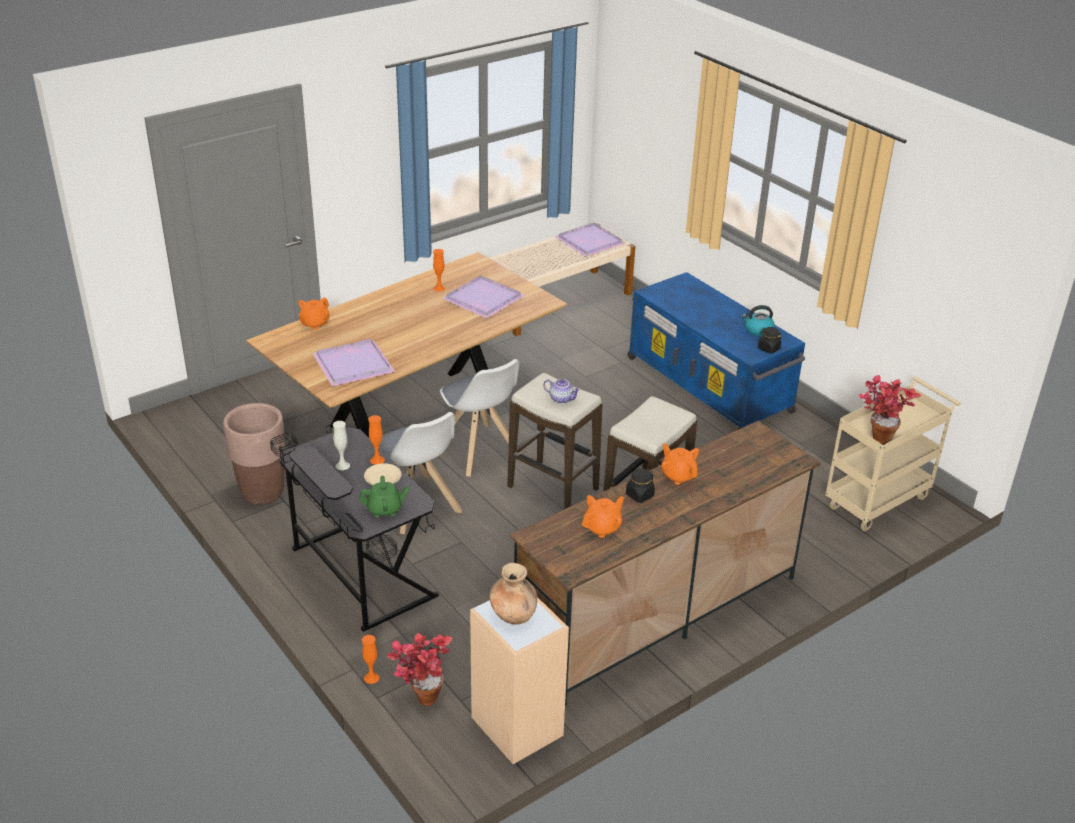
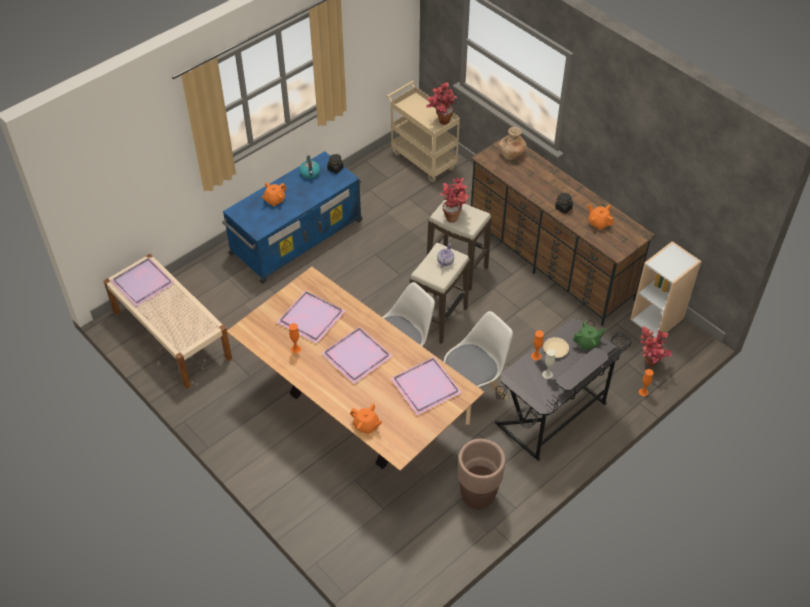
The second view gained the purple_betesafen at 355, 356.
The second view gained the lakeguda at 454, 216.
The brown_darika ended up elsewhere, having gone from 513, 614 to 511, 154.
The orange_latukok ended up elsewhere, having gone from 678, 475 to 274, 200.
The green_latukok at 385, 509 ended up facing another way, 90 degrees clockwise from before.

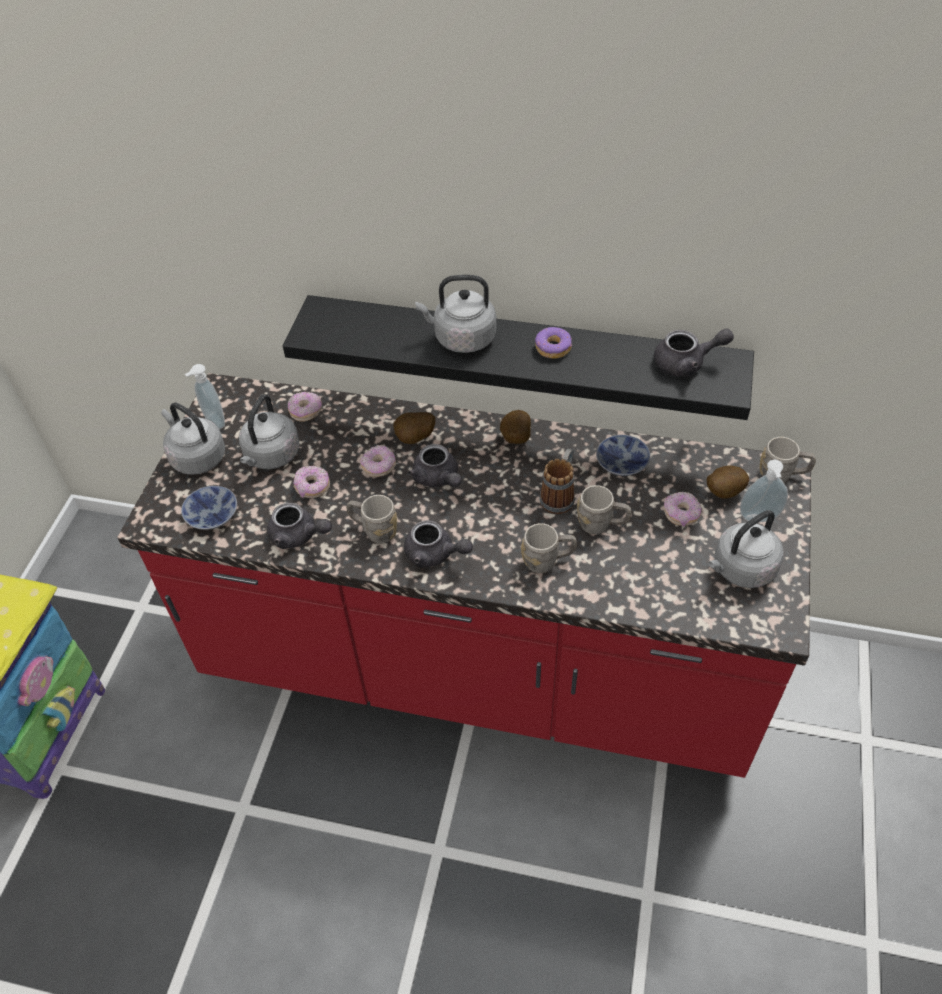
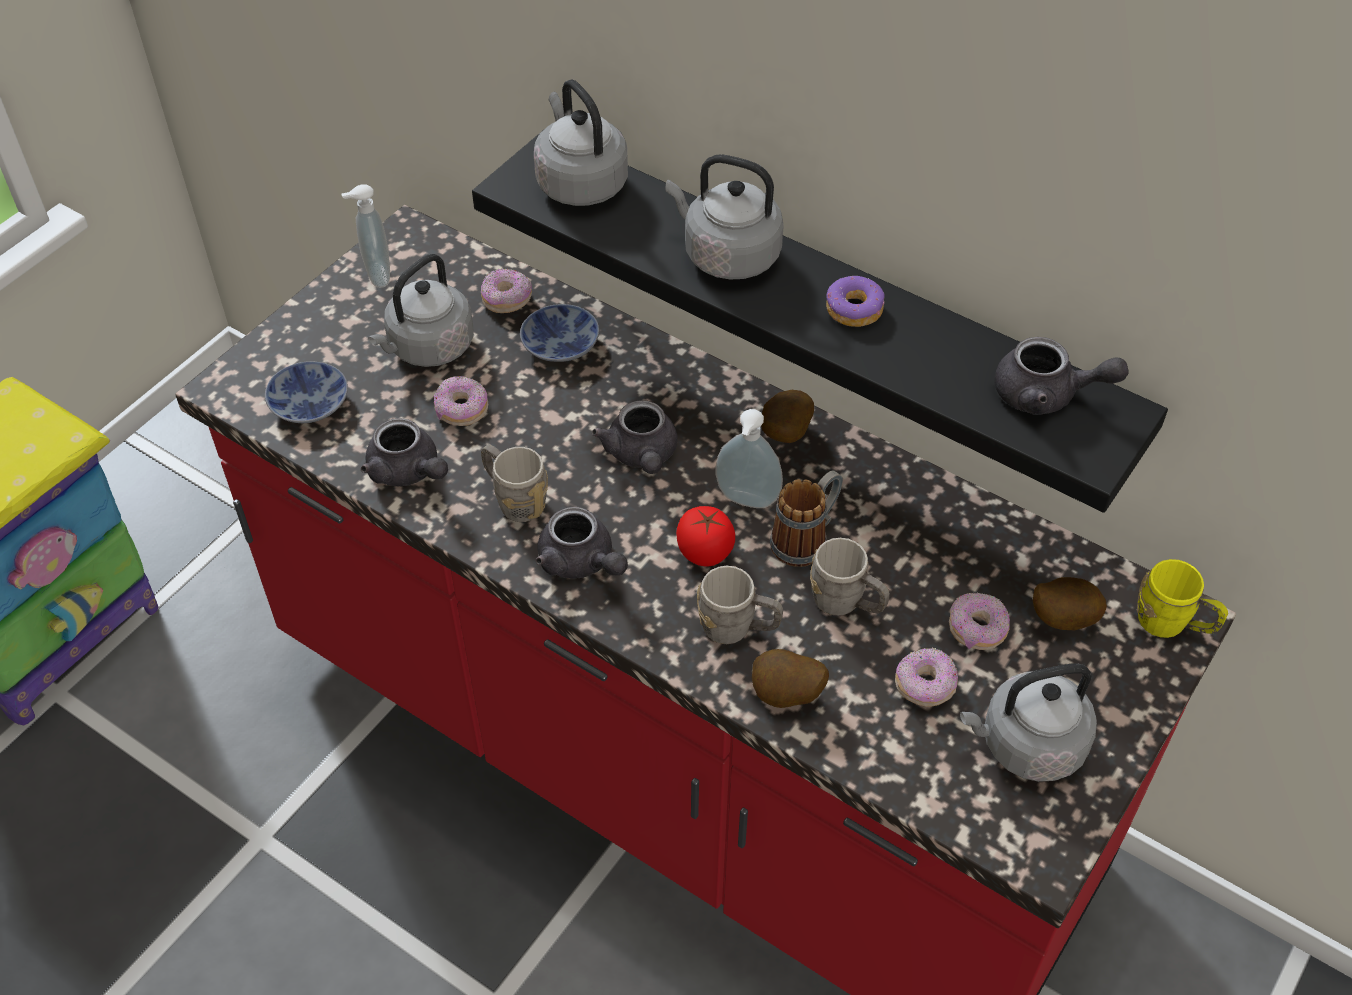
The second view gained the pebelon at 705, 551.
The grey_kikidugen ended up elsewhere, having gone from 196, 457 to 580, 182.
The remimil ended up elsewhere, having gone from 379, 467 to 925, 686.
The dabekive ended up elsewhere, having gone from 415, 439 to 786, 696.
The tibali ended up elsewhere, having gone from 623, 461 to 563, 344.
The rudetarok ended up elsewhere, having gone from 759, 519 to 746, 501.
What was the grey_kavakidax at 782, 475 turned into the yellow_kavakidax at 1172, 625.

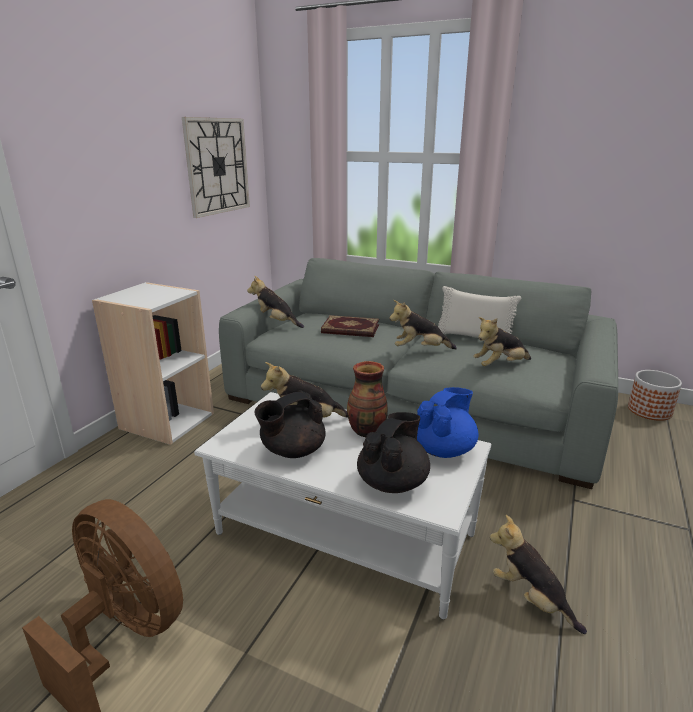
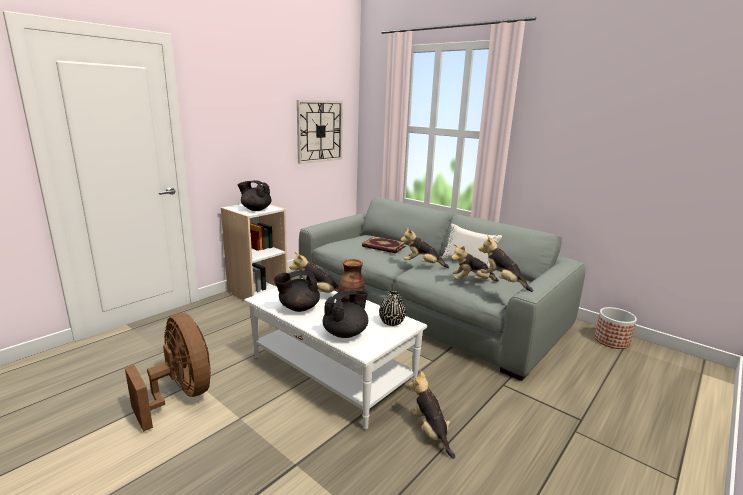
The second view gained the black_latukok at 256, 209.
The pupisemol ended up elsewhere, having gone from 276, 323 to 502, 282.
Where the blue_latukok stood at 443, 449, the black_darika came to stand at 391, 322.

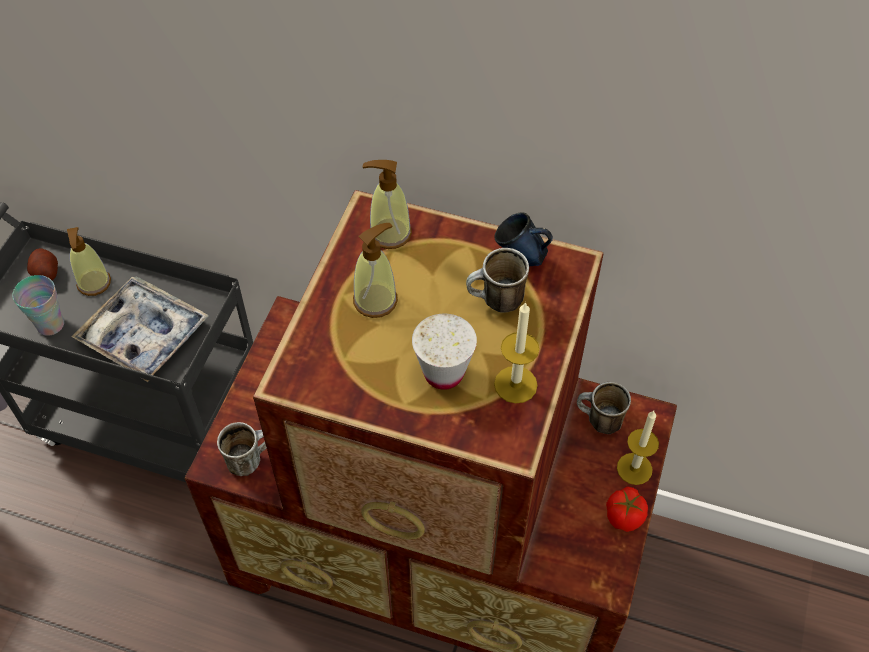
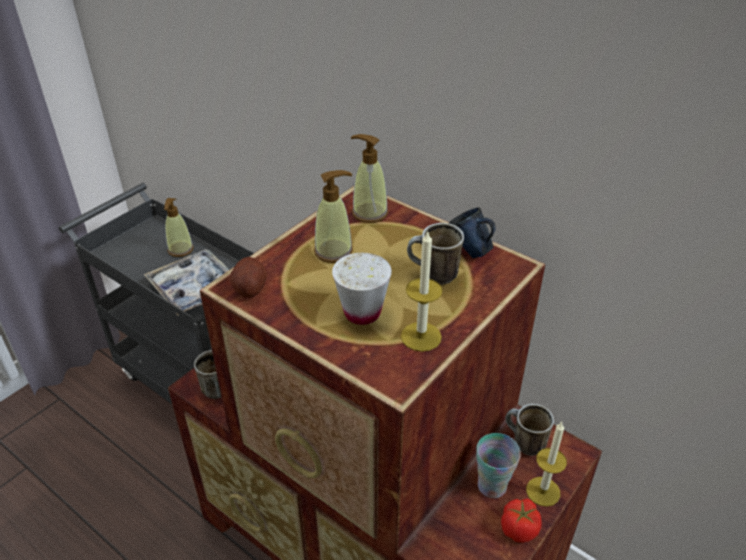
The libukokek ended up elsewhere, having gone from 50, 324 to 492, 486.
The dabekive ended up elsewhere, having gone from 46, 273 to 249, 288.

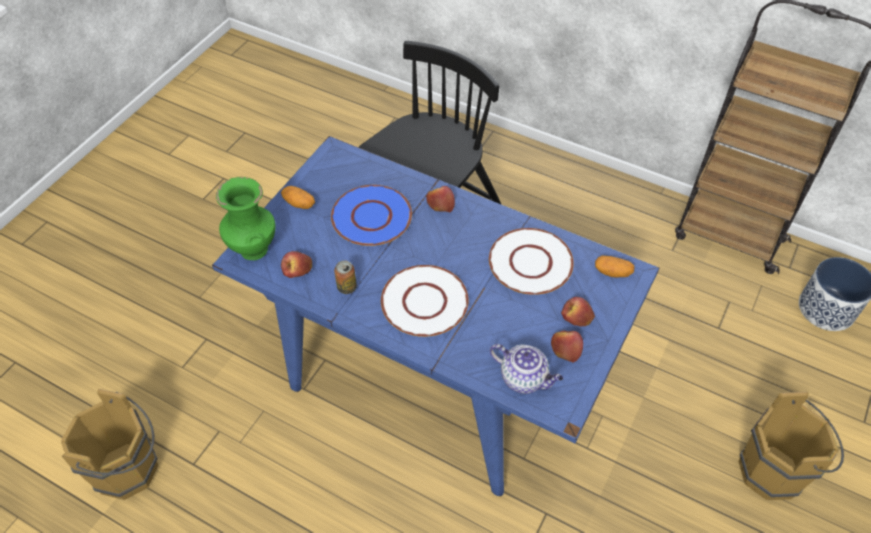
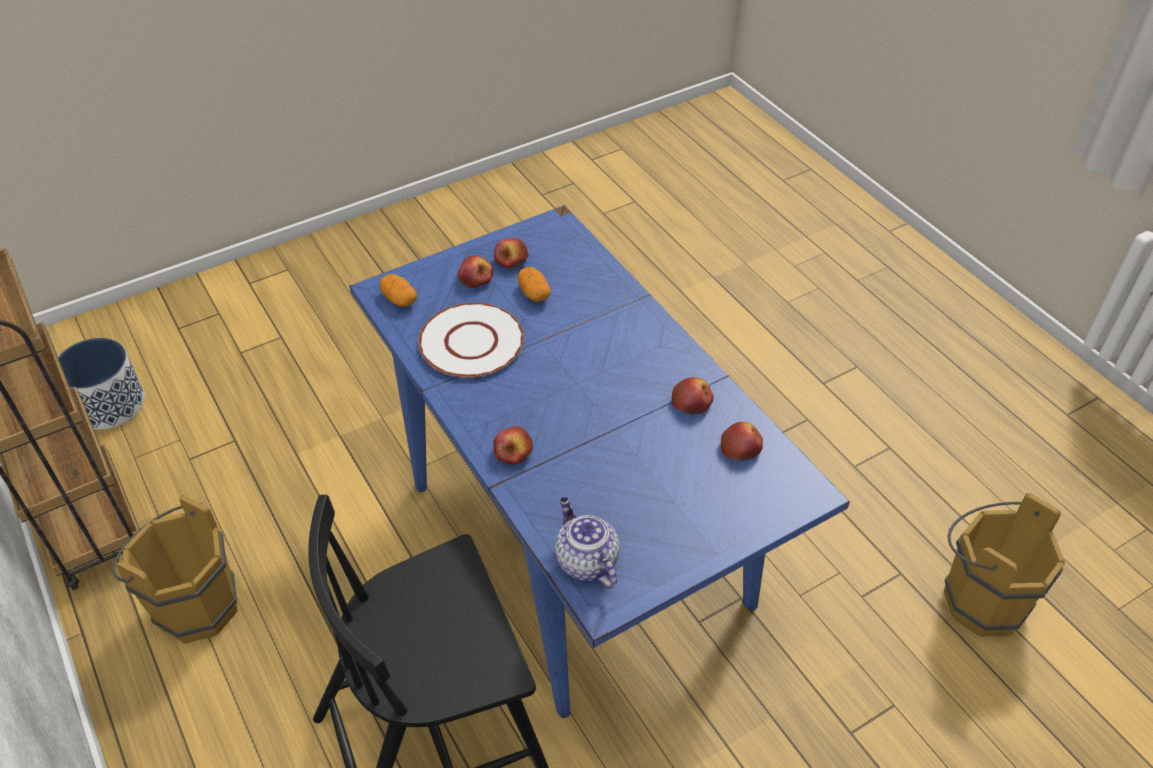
The second view lost the green_darika at 253, 249.
The second view lost the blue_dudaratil at 371, 216.
The second view lost the white_dudaratil at 425, 302.
The dabekive ended up elsewhere, having gone from 299, 203 to 534, 293.
The latukok ended up elsewhere, having gone from 524, 378 to 585, 561.
The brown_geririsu ended up elsewhere, having gone from 776, 471 to 193, 604.
Where the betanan stood at 347, 287, the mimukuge came to stand at 692, 402.

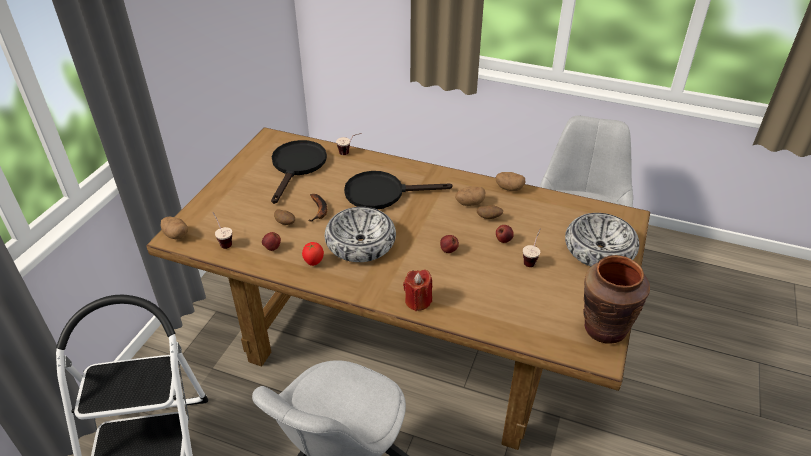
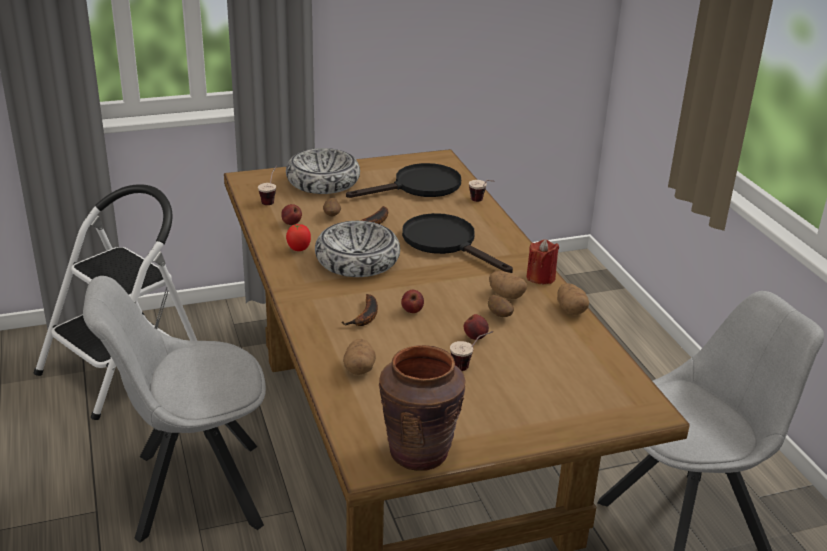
The second view gained the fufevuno at 365, 317.
The dabekive ended up elsewhere, having gone from 176, 235 to 359, 368.
The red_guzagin ended up elsewhere, having gone from 418, 301 to 540, 277.
The tibali ended up elsewhere, having gone from 599, 249 to 323, 182.

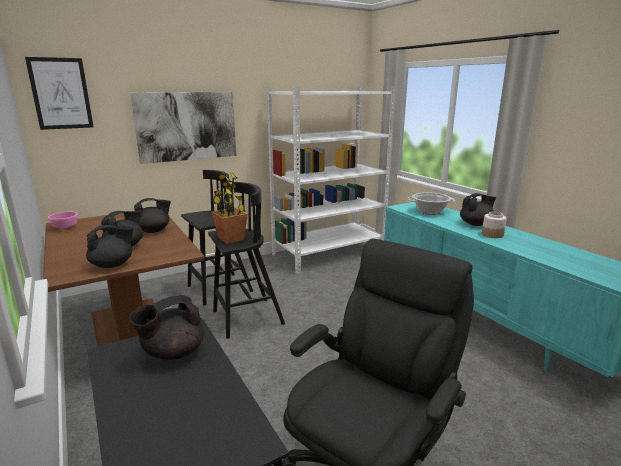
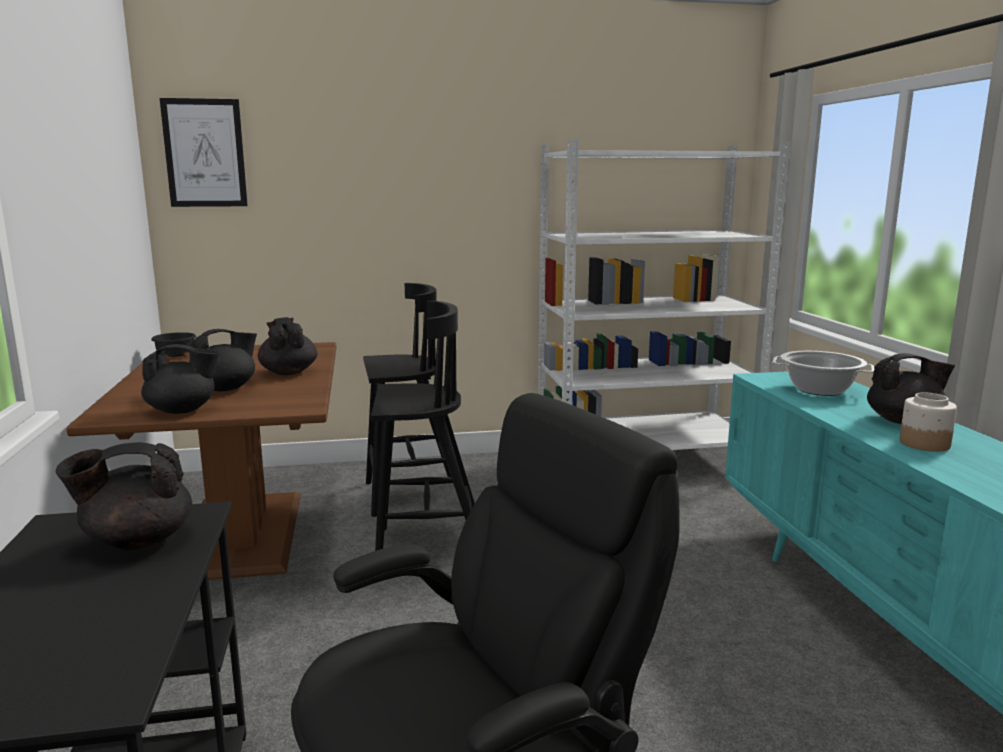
The second view lost the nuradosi at 187, 126.
The second view lost the lakeguda at 231, 239.
What was the pink_tibali at 64, 227 turned into the black_tibali at 175, 355.
The black_latukok at 154, 231 ended up facing another way, 105 degrees counterclockwise from before.

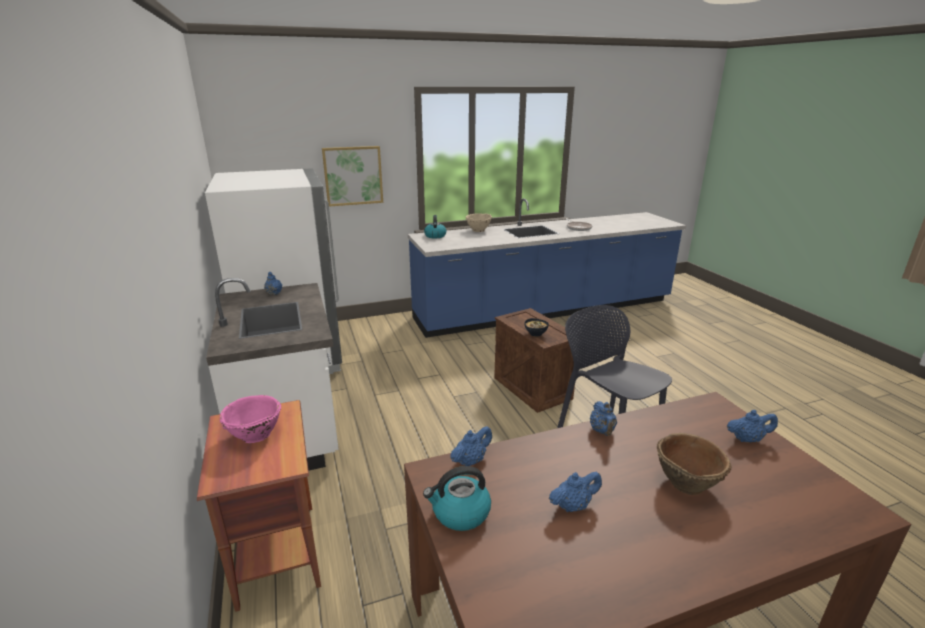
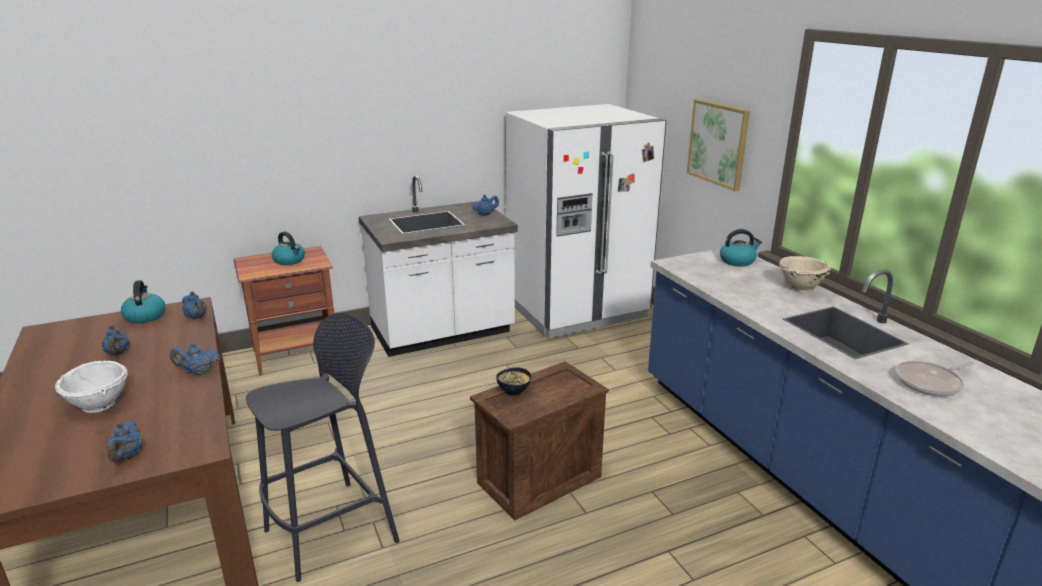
Where the pink_tibali stood at 255, 435, the kikidugen came to stand at 290, 260.
What was the brown_tibali at 686, 482 turned into the white_tibali at 100, 405.

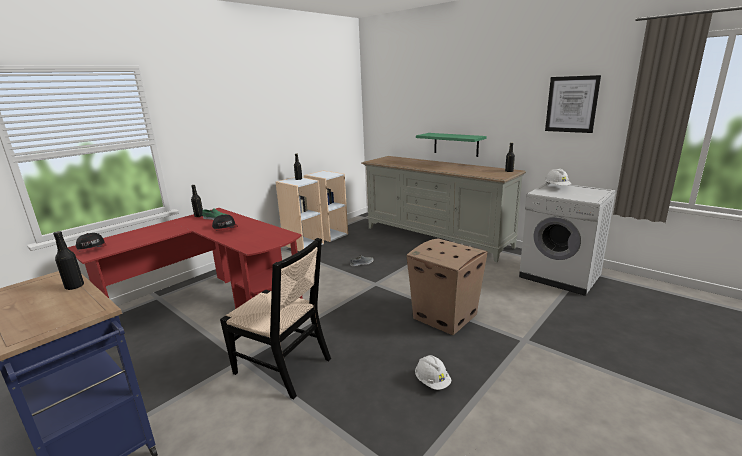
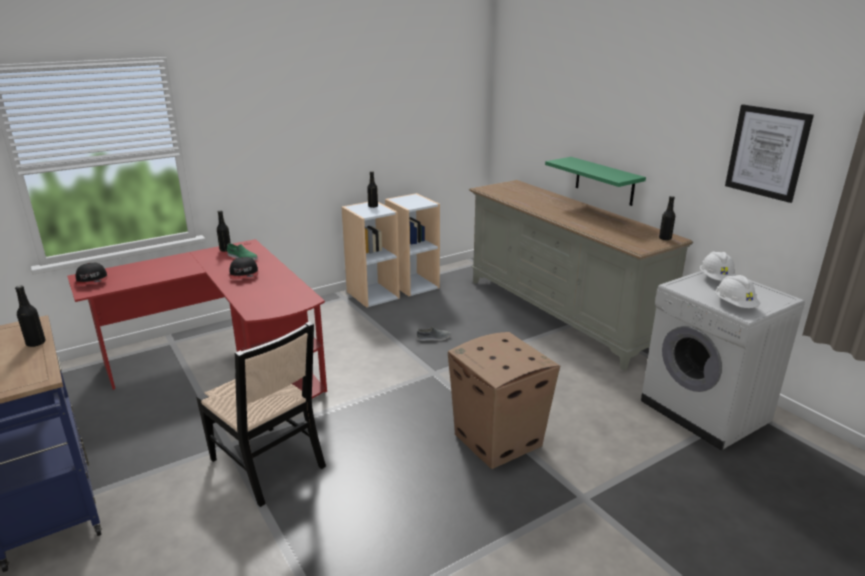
The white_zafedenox ended up elsewhere, having gone from 432, 381 to 735, 305.

